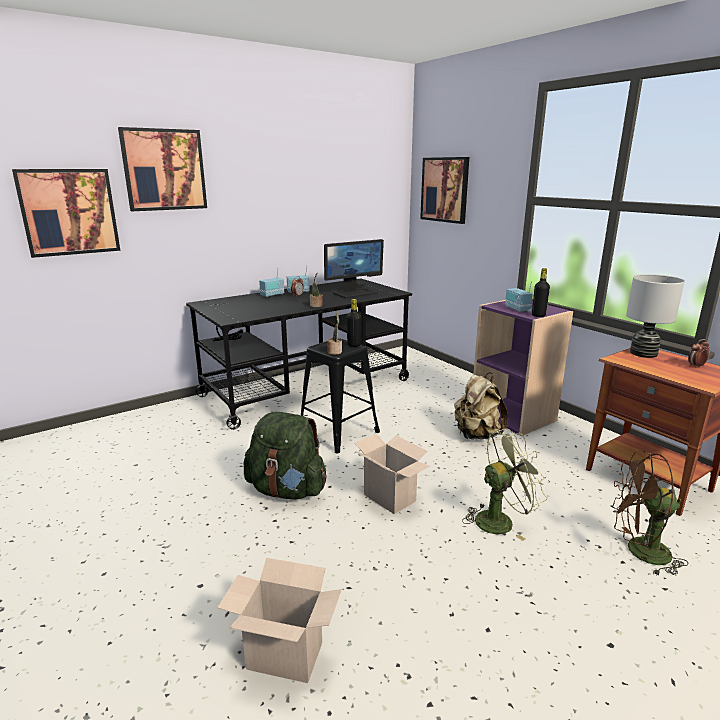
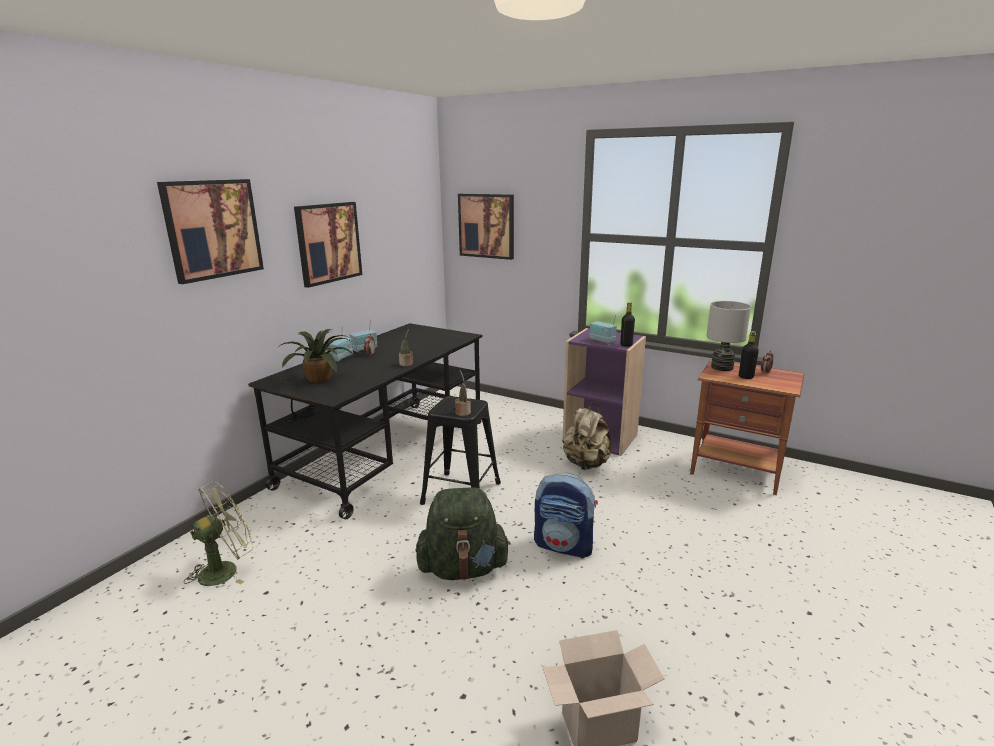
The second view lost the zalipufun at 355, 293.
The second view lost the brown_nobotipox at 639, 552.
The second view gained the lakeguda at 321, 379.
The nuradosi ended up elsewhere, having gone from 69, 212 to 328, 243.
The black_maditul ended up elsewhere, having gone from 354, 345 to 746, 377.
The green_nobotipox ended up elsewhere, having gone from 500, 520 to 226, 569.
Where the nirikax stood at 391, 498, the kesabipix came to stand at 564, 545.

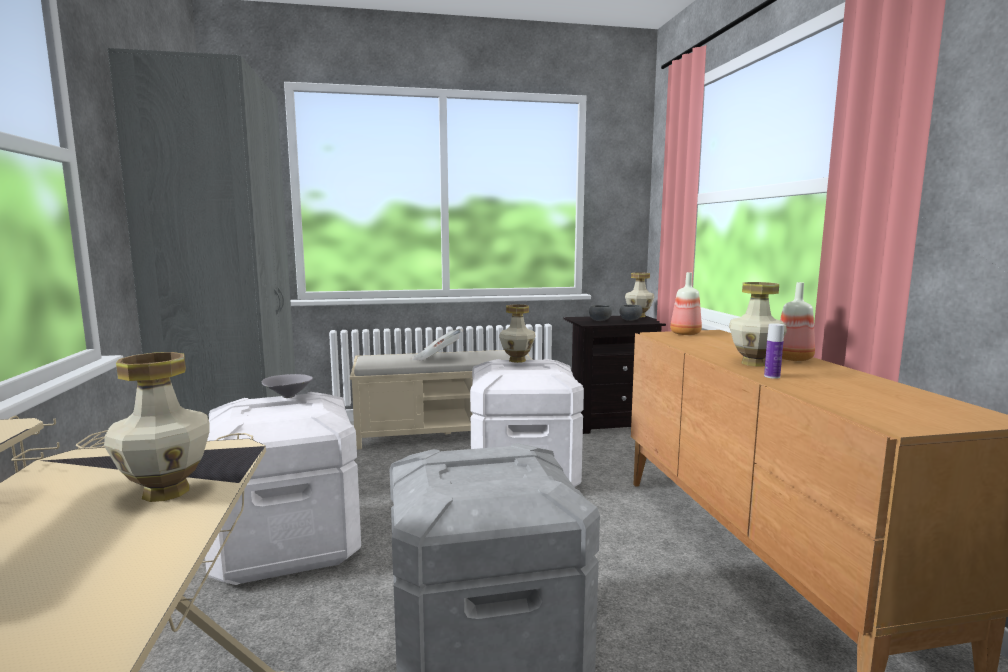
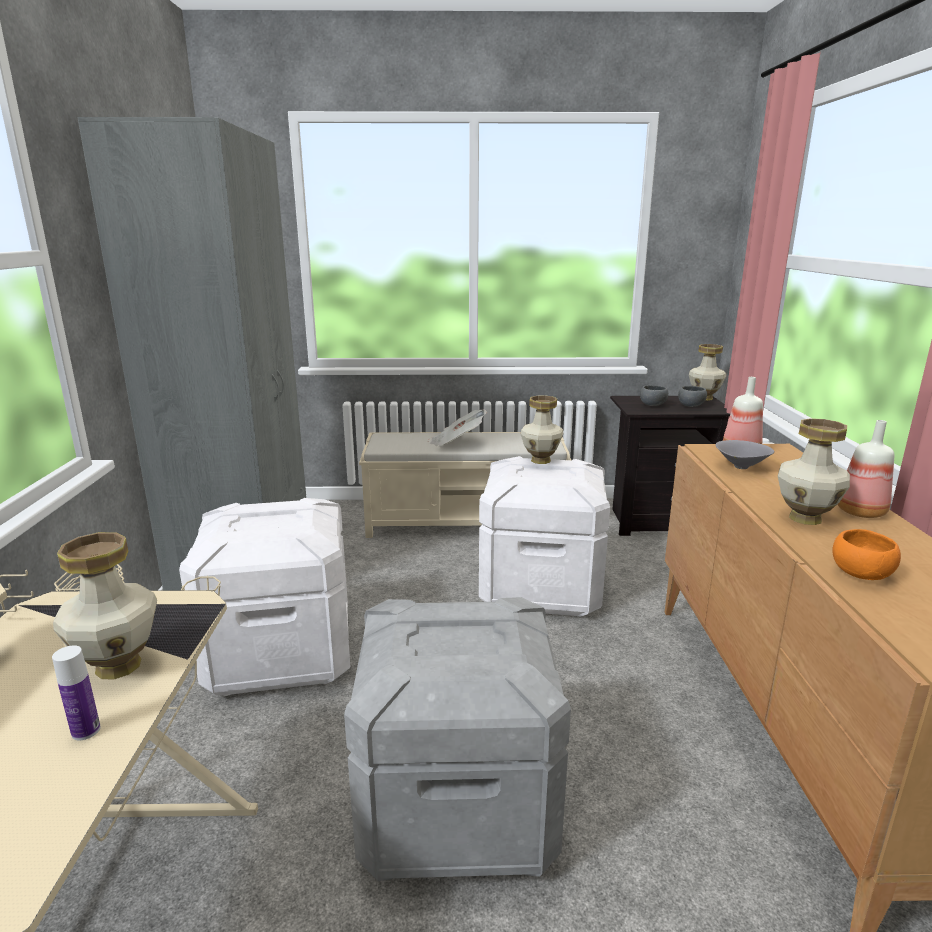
The second view gained the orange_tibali at 859, 574.
The grey_tibali ended up elsewhere, having gone from 287, 397 to 740, 467.
The maditul ended up elsewhere, having gone from 772, 376 to 86, 731.

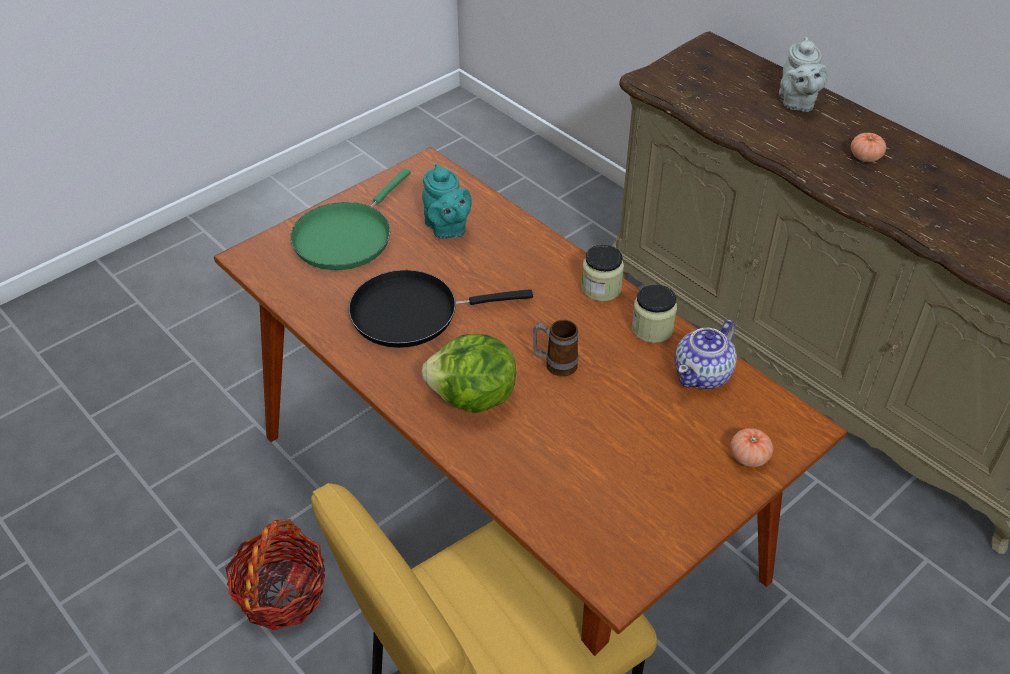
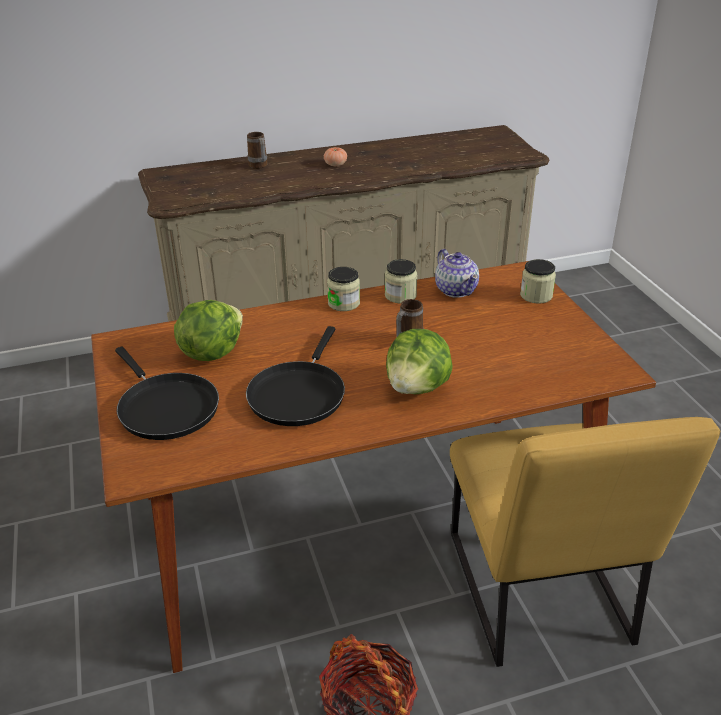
Where the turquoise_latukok stood at 447, 229, the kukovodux came to stand at 211, 352.
Where the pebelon stood at 749, 457, the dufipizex came to stand at 536, 295.
Where the grey_latukok stood at 796, 103, the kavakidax came to stand at 259, 166.
What was the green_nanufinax at 346, 237 turned into the black_nanufinax at 165, 407.

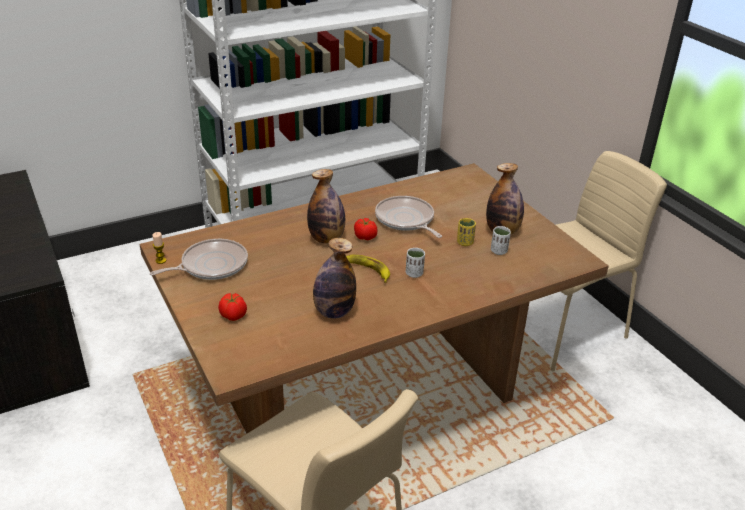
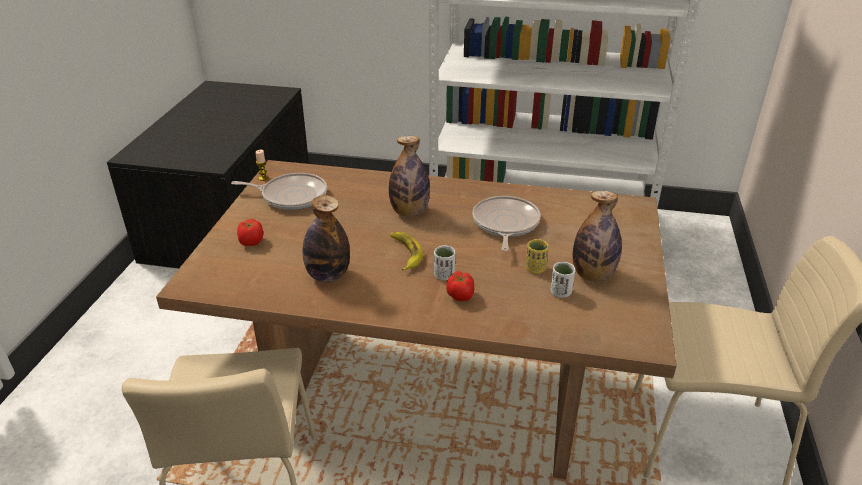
The pebelon ended up elsewhere, having gone from 365, 237 to 460, 296.

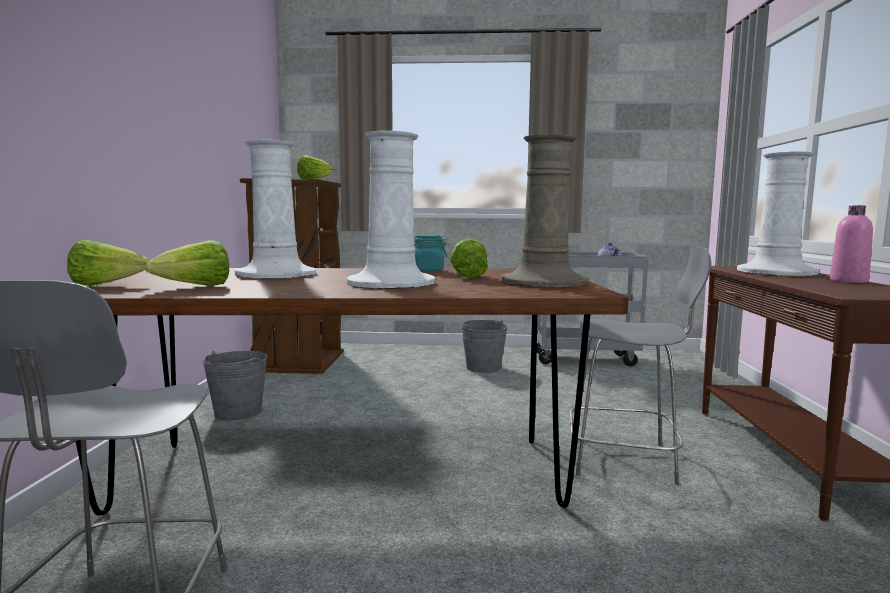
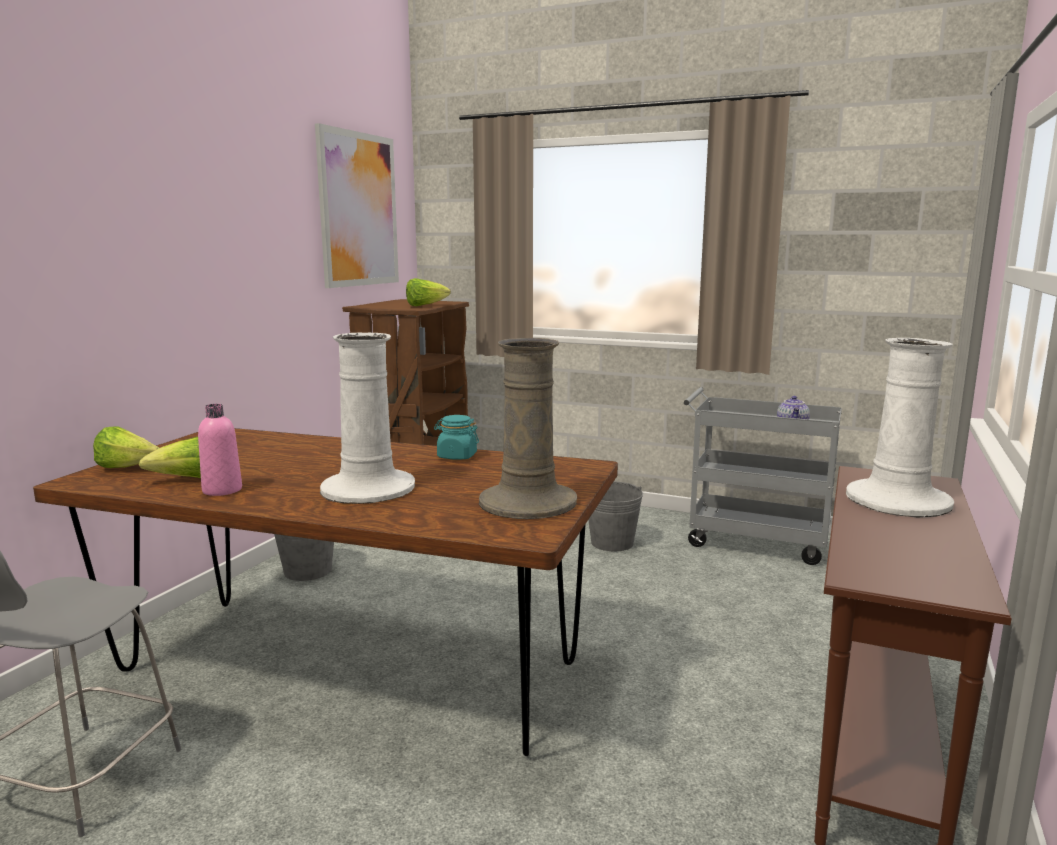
The second view lost the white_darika at 277, 275.
The second view lost the kukovodux at 467, 276.
The second view lost the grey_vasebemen at 626, 459.
The second view gained the nuradosi at 358, 210.
The pink_maditul ended up elsewhere, having gone from 848, 281 to 222, 490.

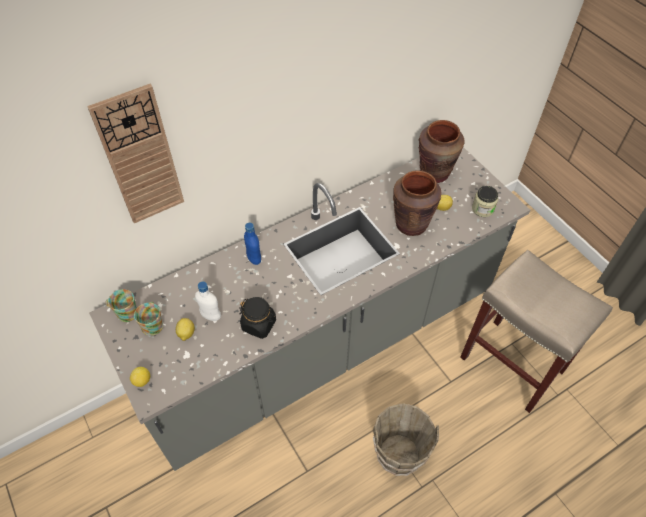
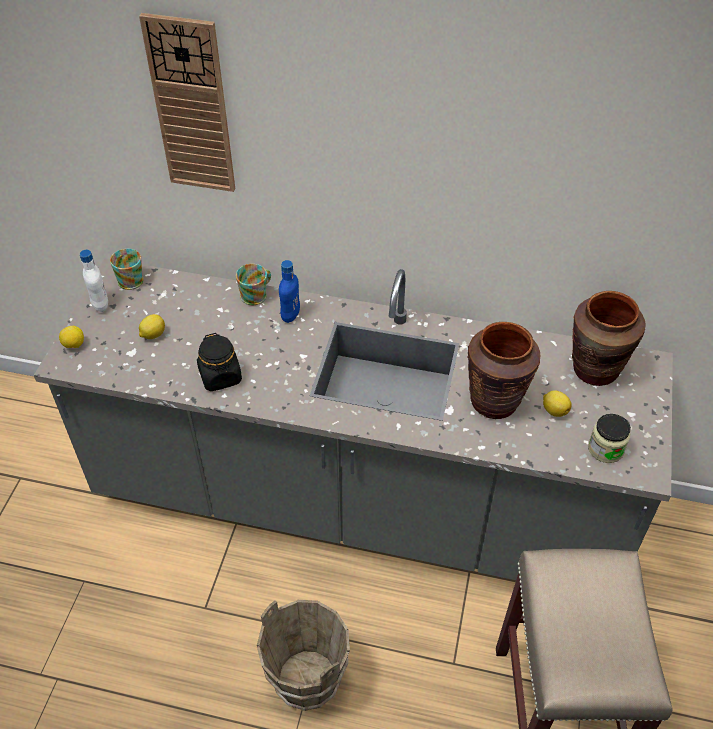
The kavakidax ended up elsewhere, having gone from 153, 323 to 257, 294.
The white_maditul ended up elsewhere, having gone from 211, 316 to 100, 305.

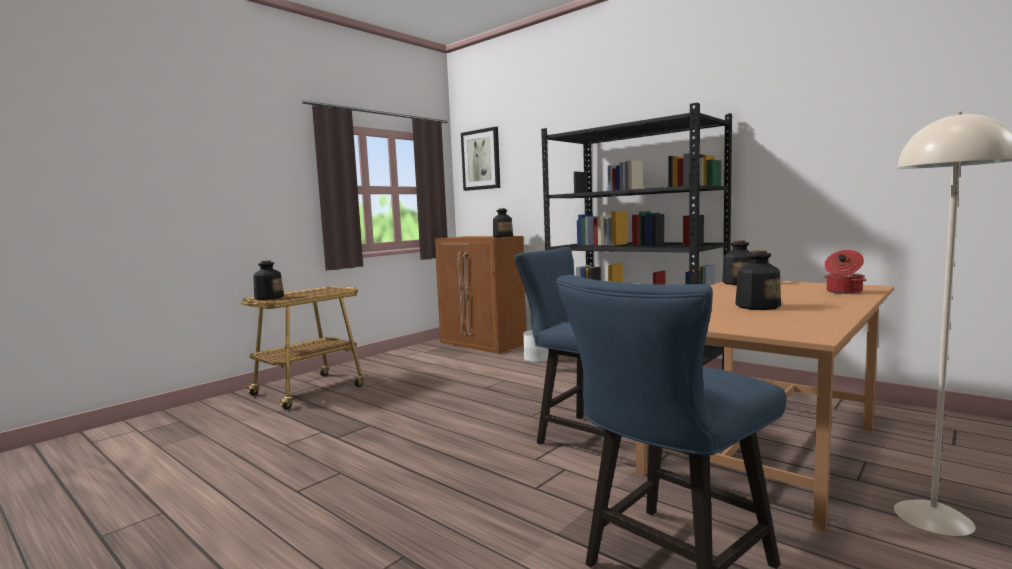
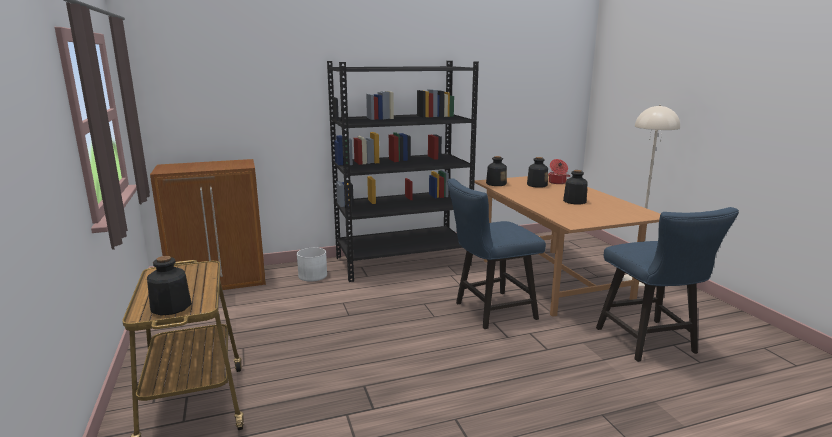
The second view lost the nuradosi at 481, 159.
The maditul ended up elsewhere, having gone from 503, 236 to 536, 185.

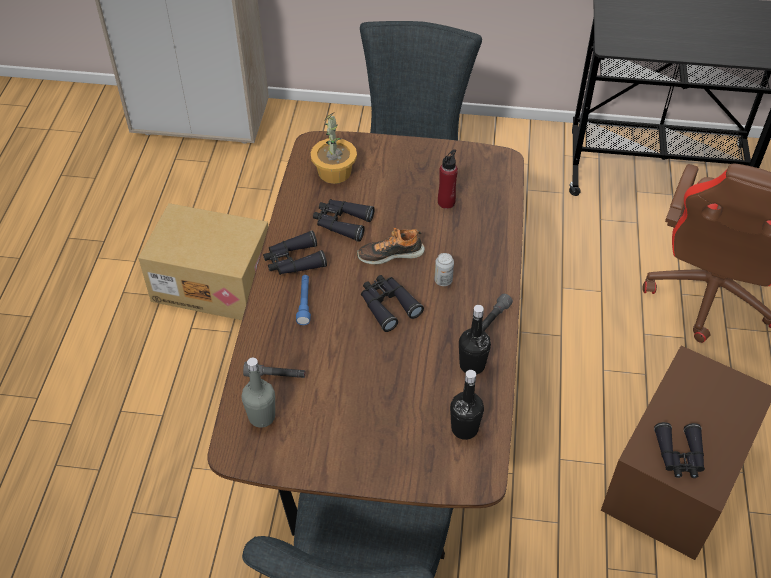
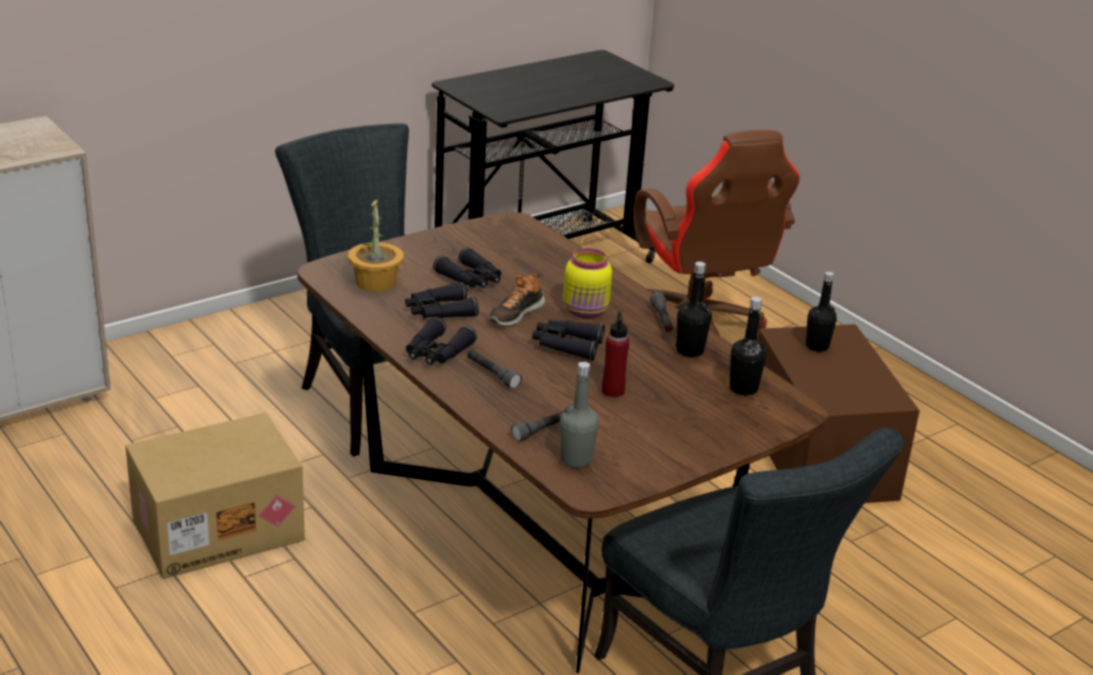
The second view gained the black_maditul at 817, 346.
The red_maditul ended up elsewhere, having gone from 446, 202 to 613, 391.
The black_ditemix ended up elsewhere, having gone from 679, 456 to 471, 279.
Where the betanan stood at 443, 280, the yellow_dufipizex came to stand at 586, 312.
What was the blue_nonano at 304, 303 turned into the grey_nonano at 492, 374.

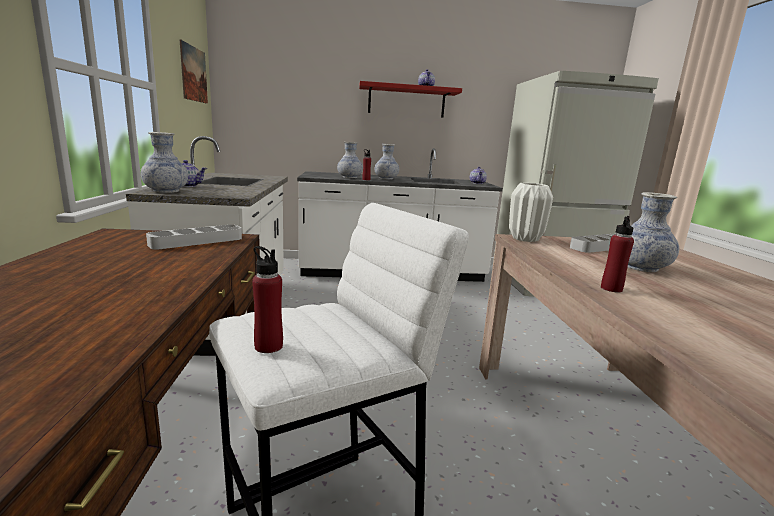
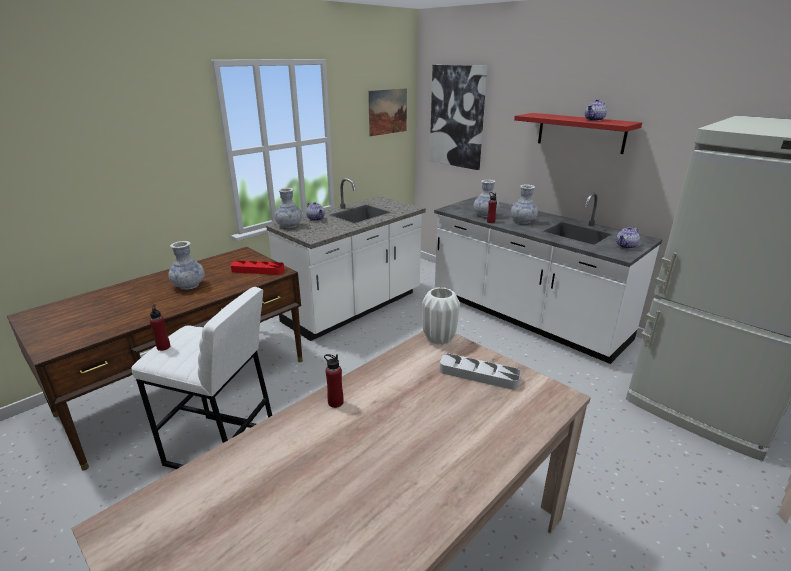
The second view gained the nuradosi at 457, 117.
The darika ended up elsewhere, having gone from 641, 268 to 189, 285.
What was the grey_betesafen at 197, 241 turned into the red_betesafen at 258, 270.

